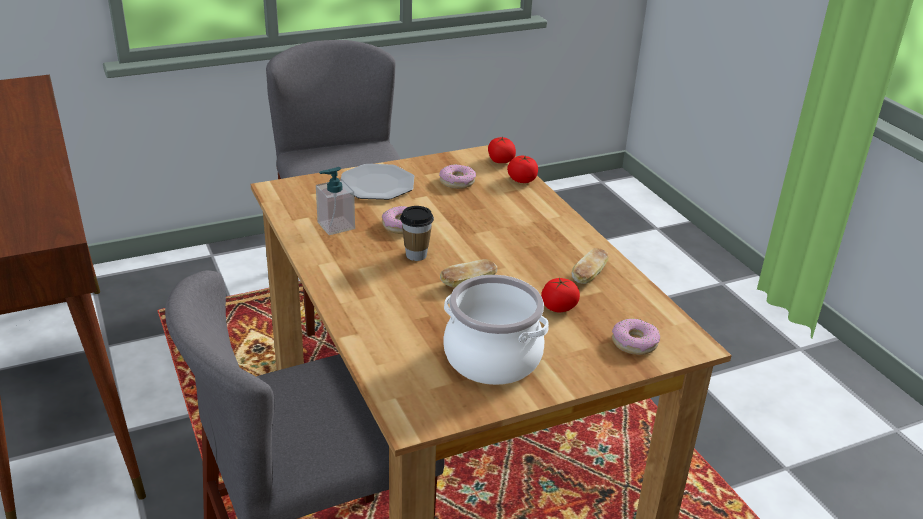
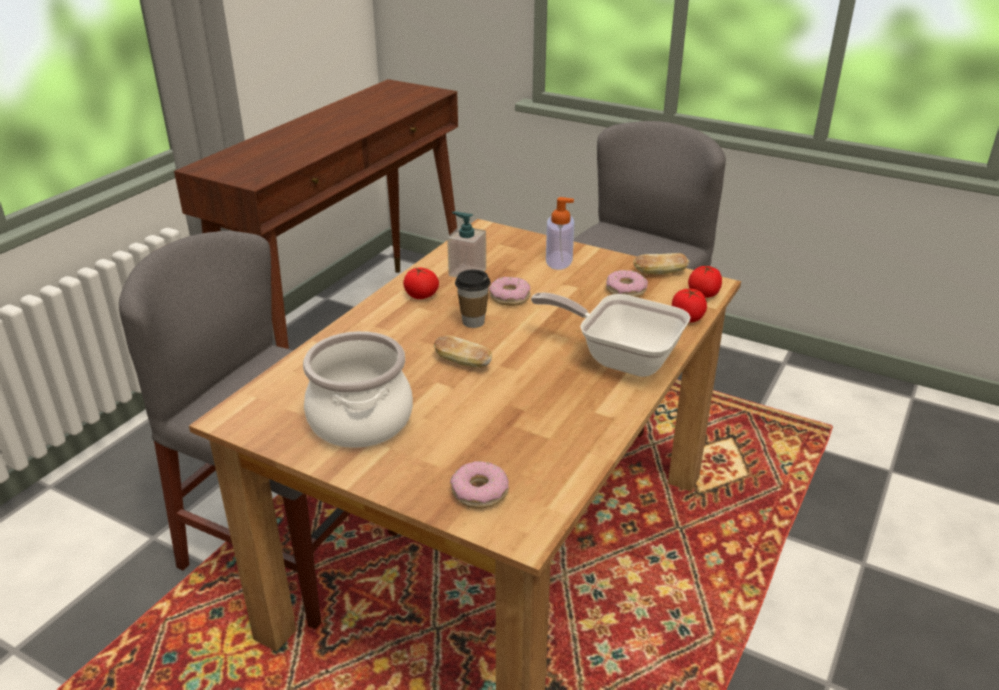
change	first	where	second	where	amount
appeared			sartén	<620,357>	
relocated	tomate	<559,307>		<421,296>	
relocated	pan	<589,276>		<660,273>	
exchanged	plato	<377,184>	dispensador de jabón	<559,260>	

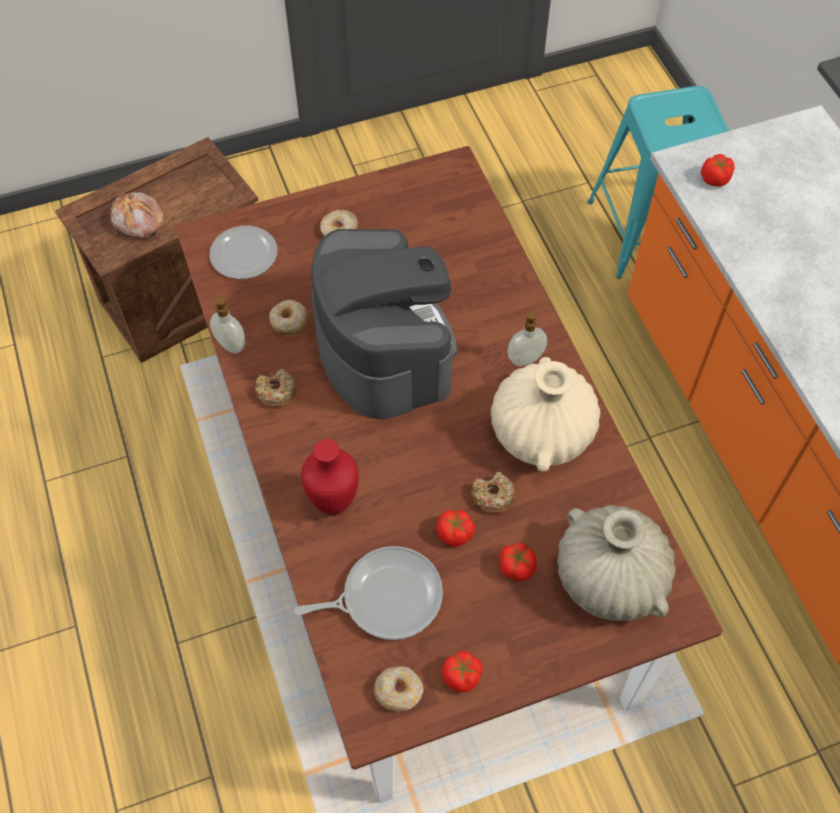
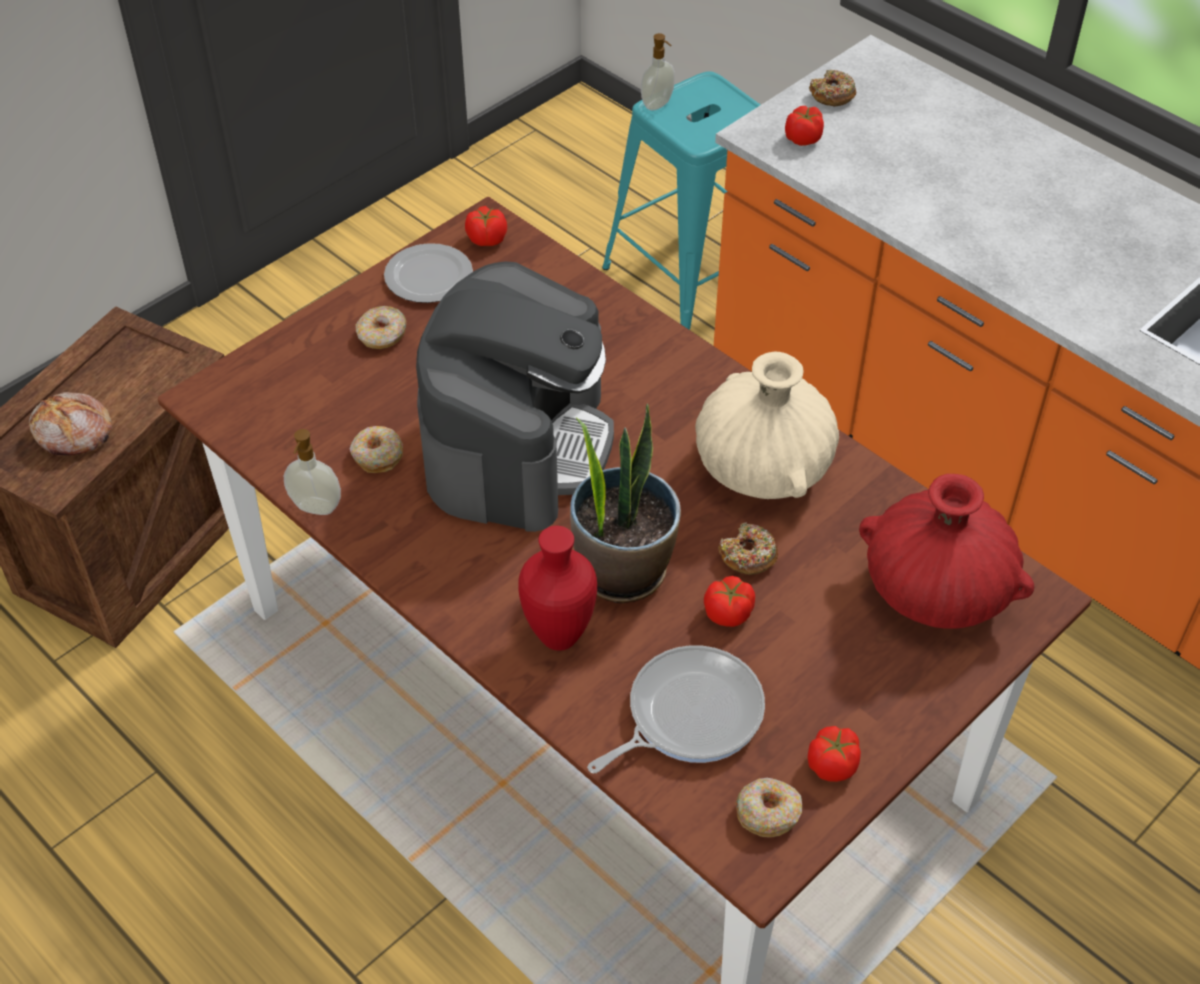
change	first	where	second	where	amount
appeared			planta en maceta	<622,570>	
relocated	plato	<242,254>		<427,277>	
relocated	rosquilla	<276,392>		<832,95>	
relocated	tomate	<516,567>		<486,239>	
relocated	dispensador de jabón	<526,360>		<658,104>	
colour	florero [beis]	<609,579>	florero [rojo]	<936,592>	
spun	cafetera	<384,348>		<517,444>	60 degrees clockwise

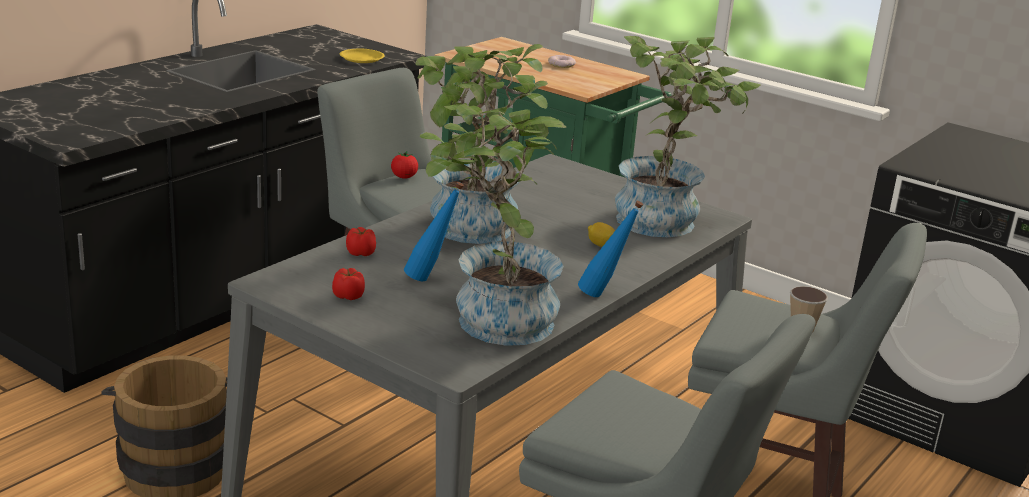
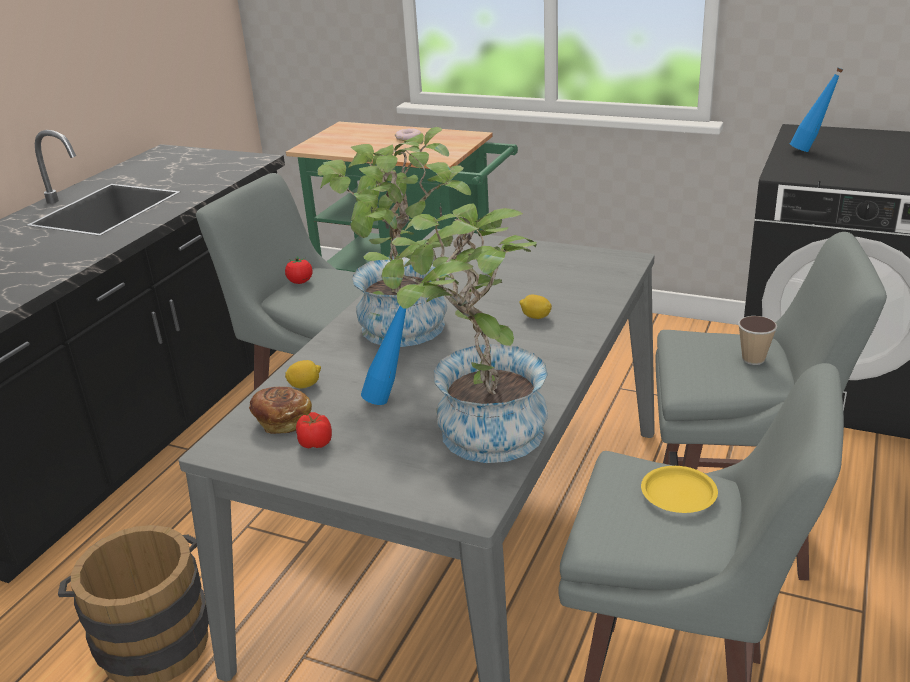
change	first	where	second	where	amount
missing	planta en maceta	<666,220>			
appeared			pan	<282,421>	
relocated	plato [amarillo]	<361,59>		<678,494>	
relocated	botella [azul]	<604,295>		<810,150>	
exchanged	tomate	<360,253>	limón	<305,385>	

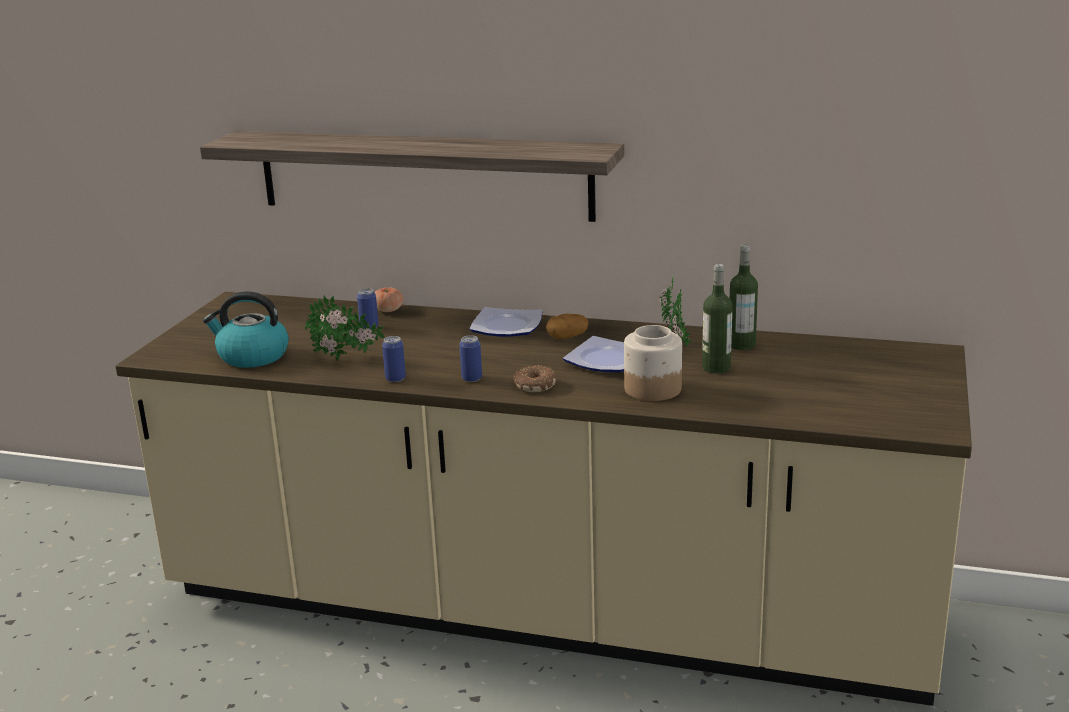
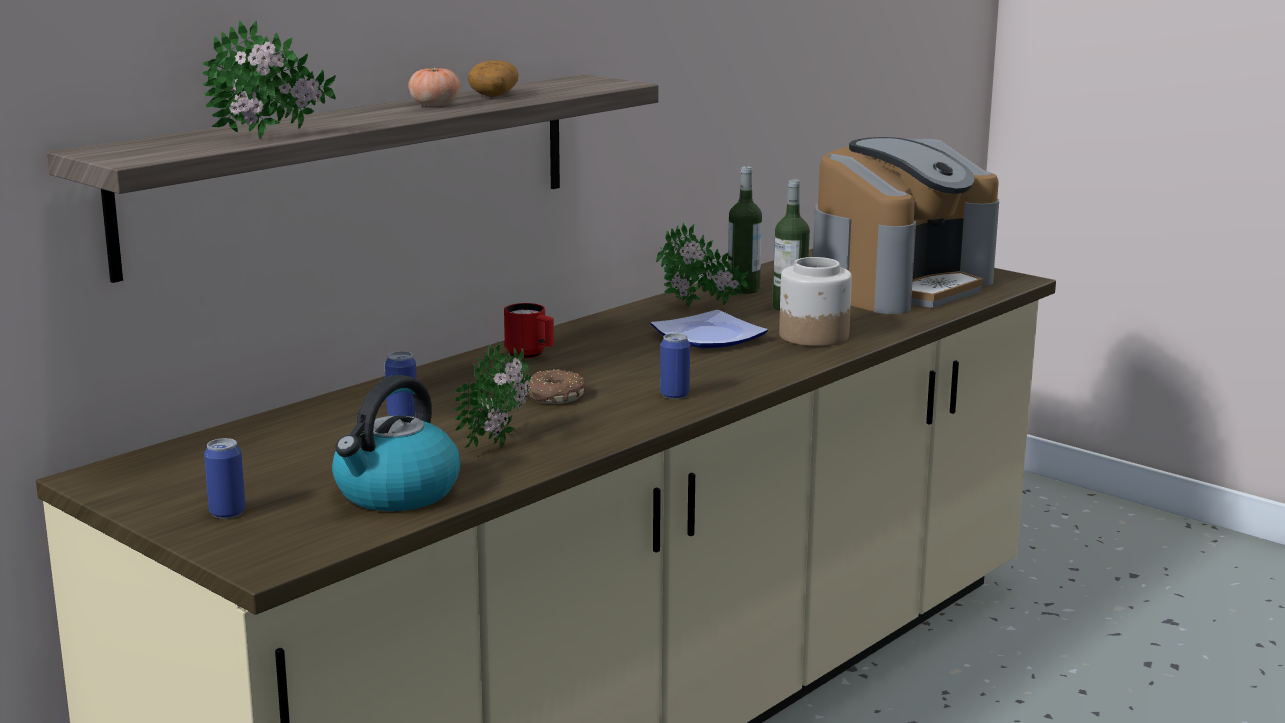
change	first	where	second	where	amount
appeared			planta en maceta	<273,136>	
appeared			cafetera	<899,286>	
relocated	tomate	<388,310>		<435,105>	
relocated	lata	<395,378>		<227,513>	
relocated	rosquilla	<534,385>		<554,397>	
relocated	patata	<567,336>		<493,95>	
exchanged	plato	<508,326>	taza grande [rojo]	<530,355>	

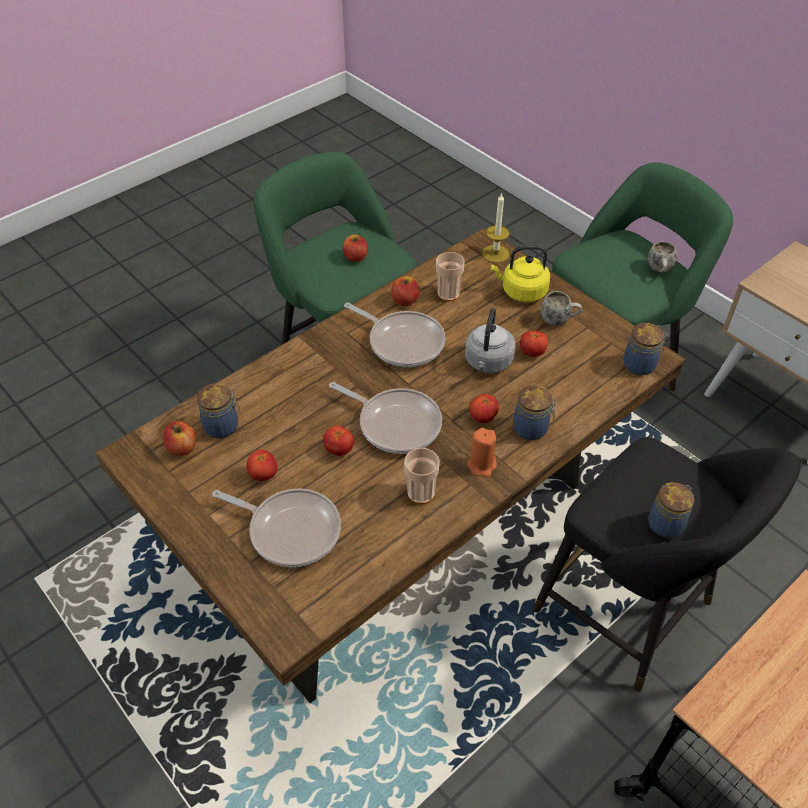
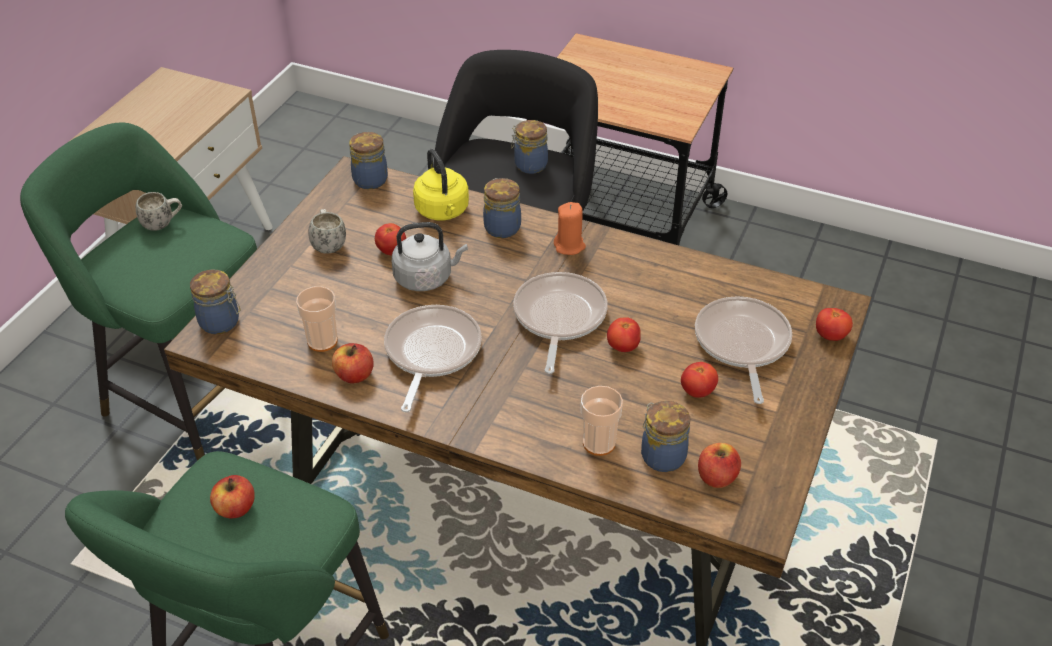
change	first	where	second	where	amount
relocated	taza	<421,493>		<599,443>	
relocated	tomate	<482,417>		<830,336>	
relocated	hervidor [amarillo]	<521,292>		<443,211>	
exchanged	vela	<495,254>	tarro	<221,322>	

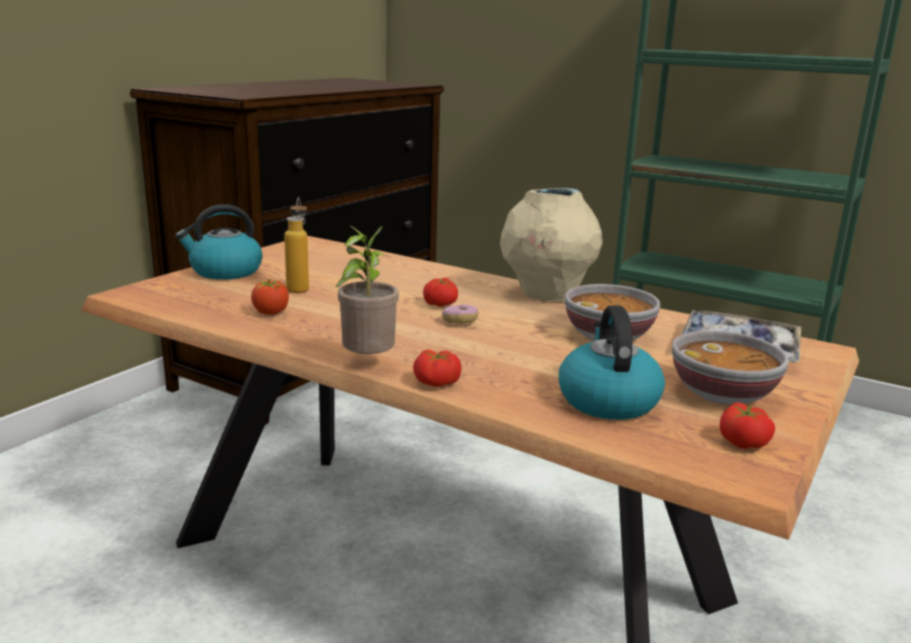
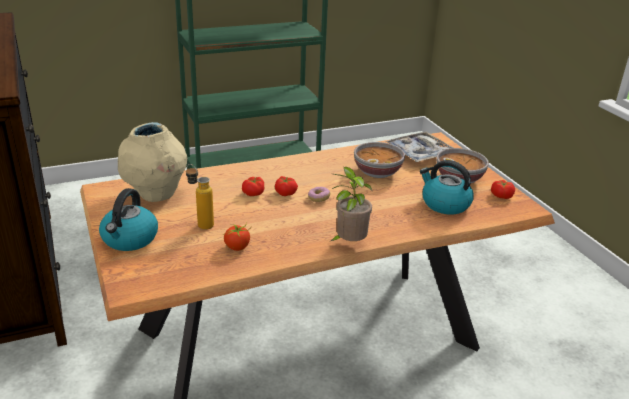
change	first	where	second	where	amount
relocated	tomate	<436,383>		<254,193>	
relocated	florero [beis]	<546,295>		<156,195>	

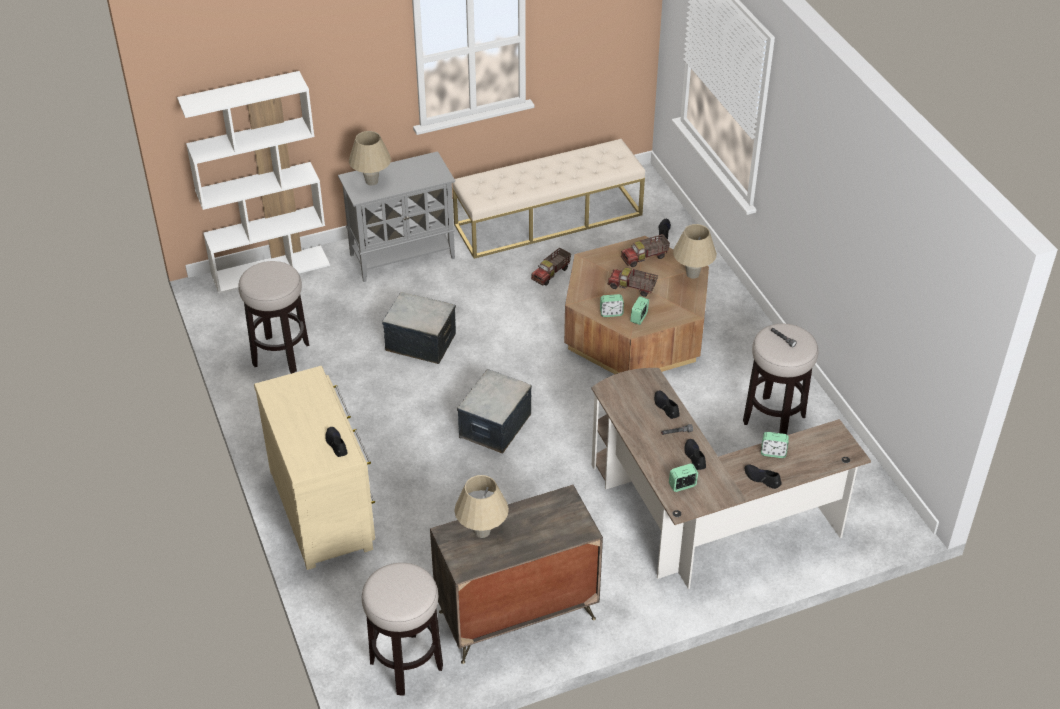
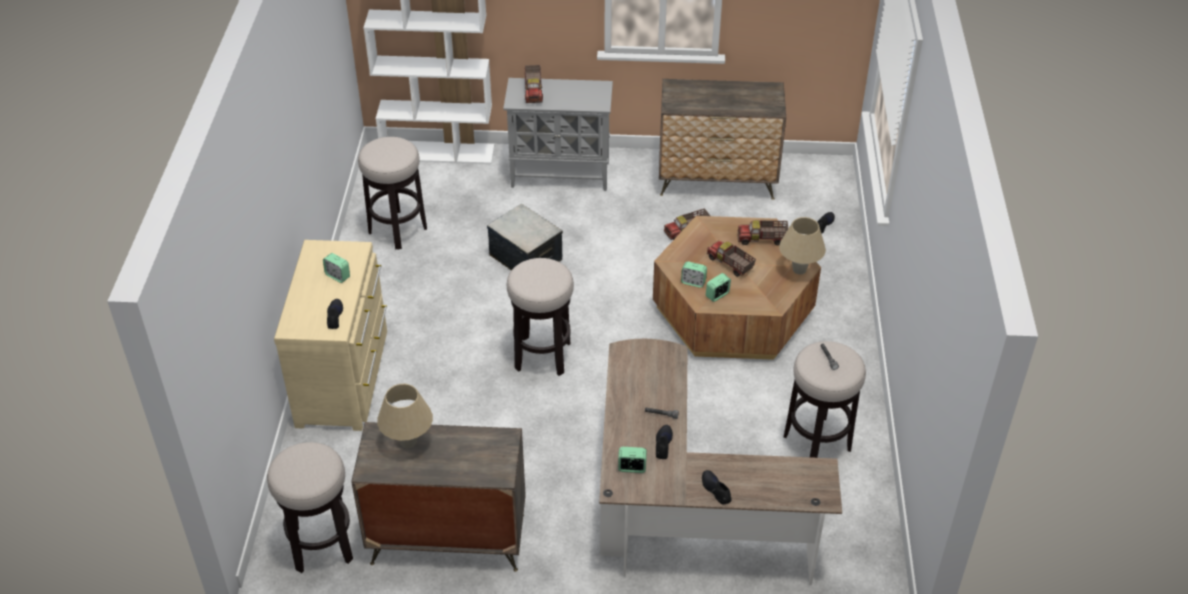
change	first	where	second	where	amount
missing	zapato [negro]	<666,407>			
relocated	despertador	<773,452>		<338,276>	
exchanged	lámpara de mesa [beis]	<372,181>	camión de juguete	<534,92>	
exchanged	banco [beis]	<548,219>	cómoda	<718,180>	
exchanged	caja de almacenaje	<494,425>	taburete	<542,356>	

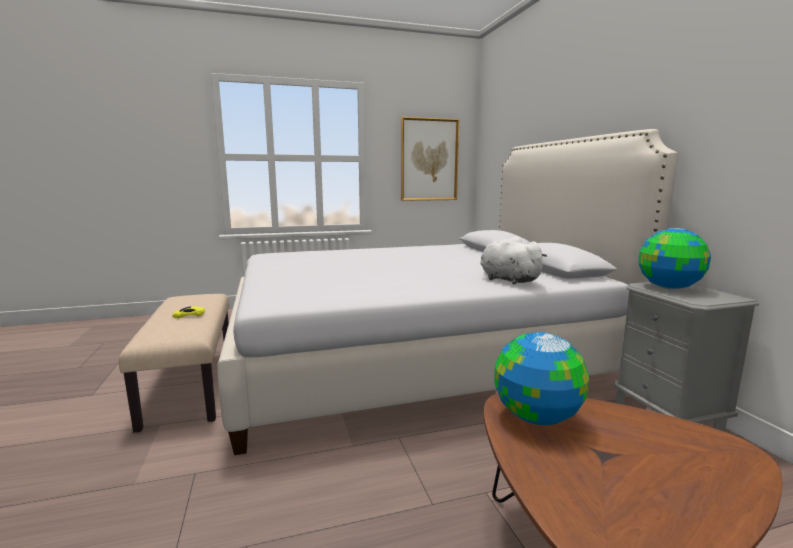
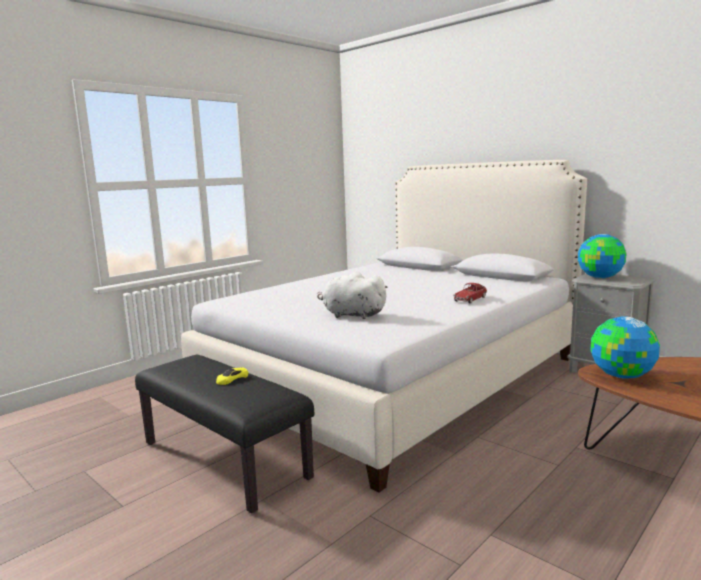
change	first	where	second	where	amount
missing	cuadro	<429,160>			
appeared			coche de juguete	<470,299>	
relocated	peluche [blanco]	<507,280>		<351,315>	
colour	banco [beis]	<192,384>	banco [negro]	<225,459>	

